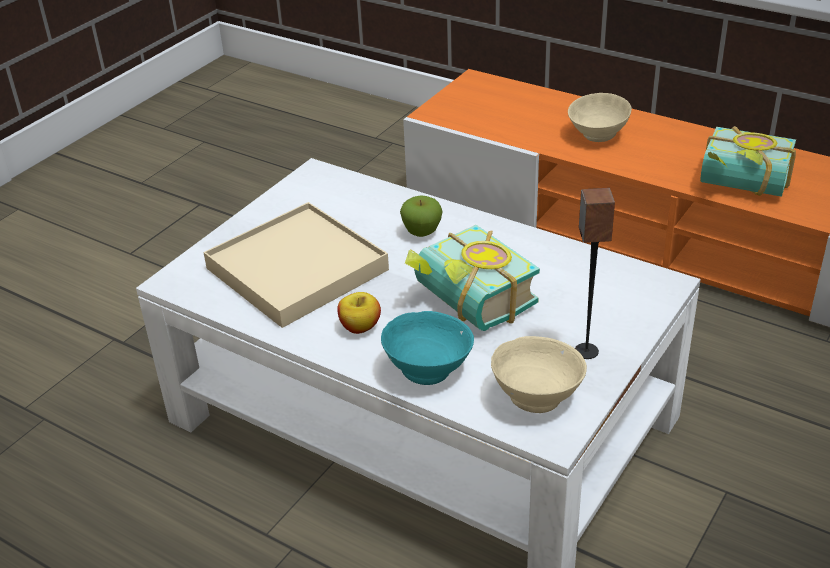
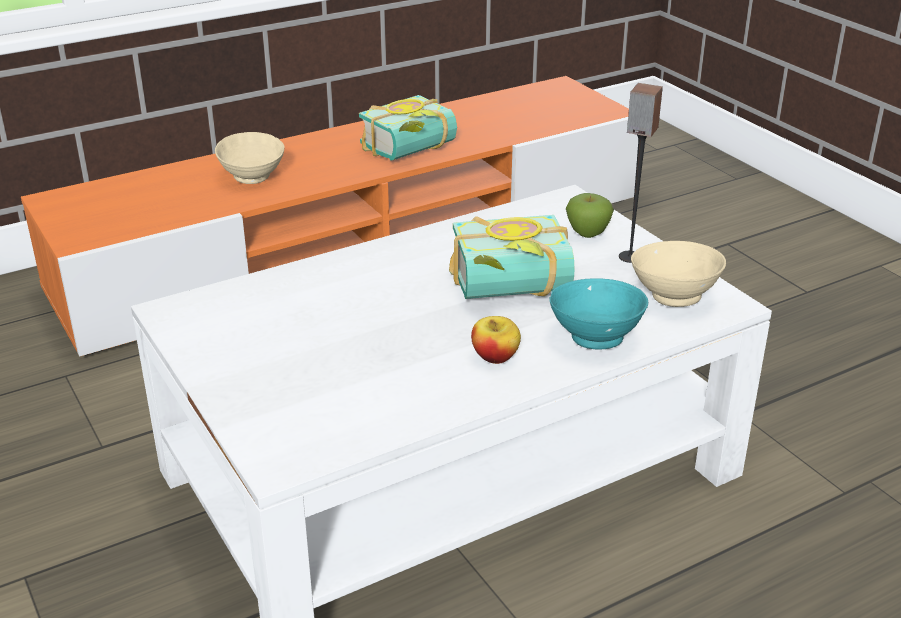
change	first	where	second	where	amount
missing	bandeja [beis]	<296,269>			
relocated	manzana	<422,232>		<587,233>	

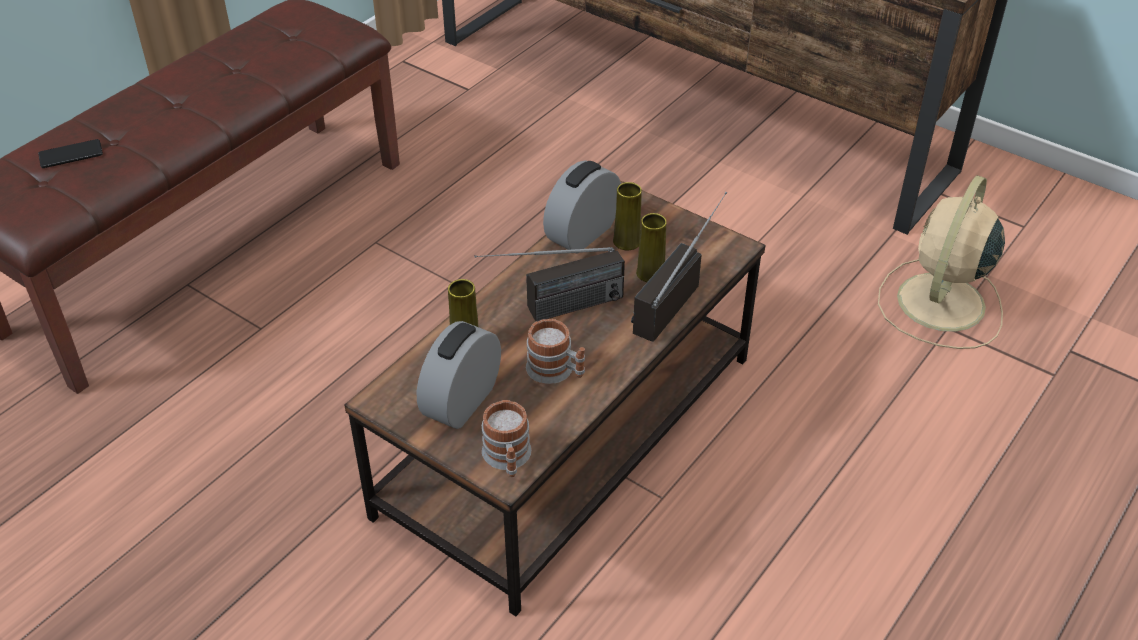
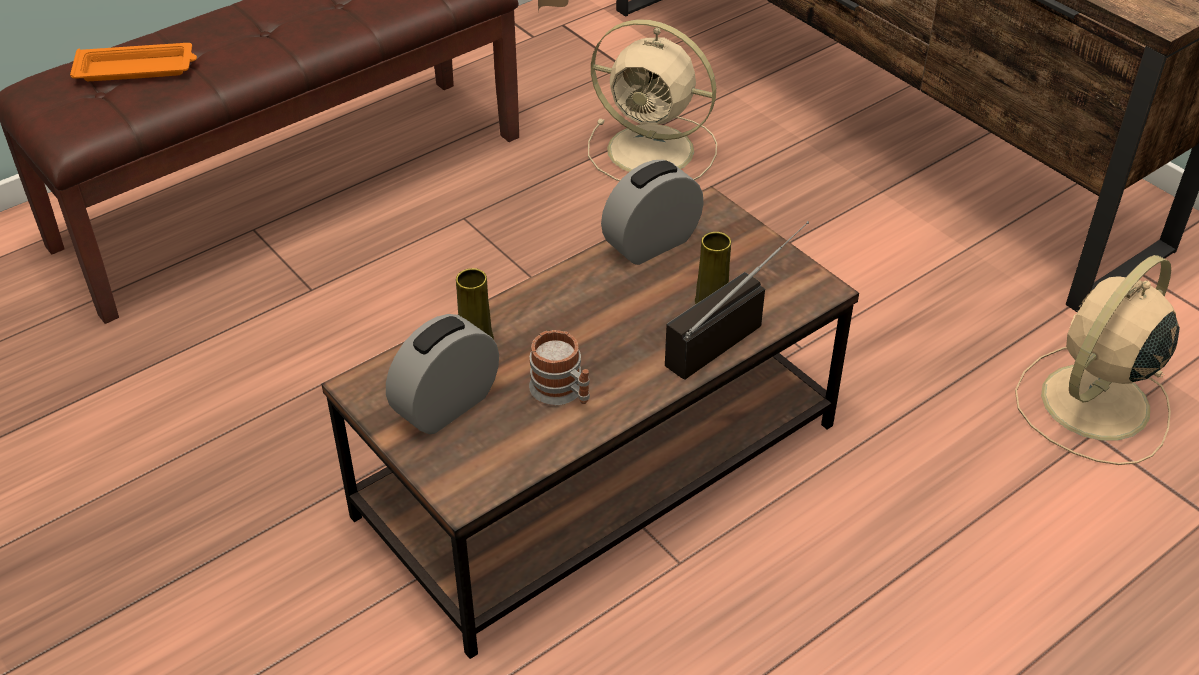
change	first	where	second	where	amount
missing	radio	<552,311>			
missing	taza grande	<508,458>			
missing	florero [amarillo]	<627,241>			
appeared			ventilador [beis]	<654,151>	
exchanged	móvil	<71,155>	bandeja [naranja]	<137,69>	

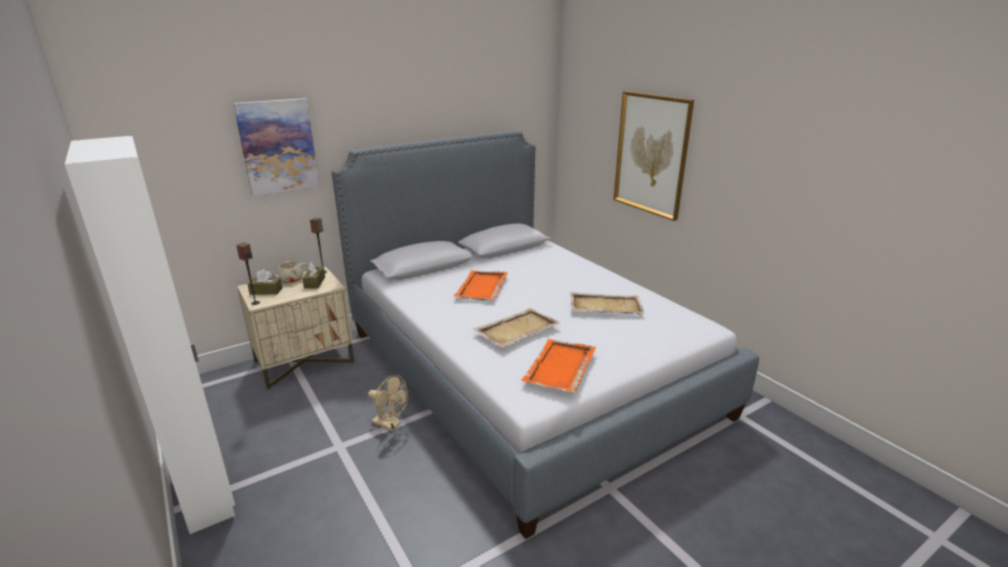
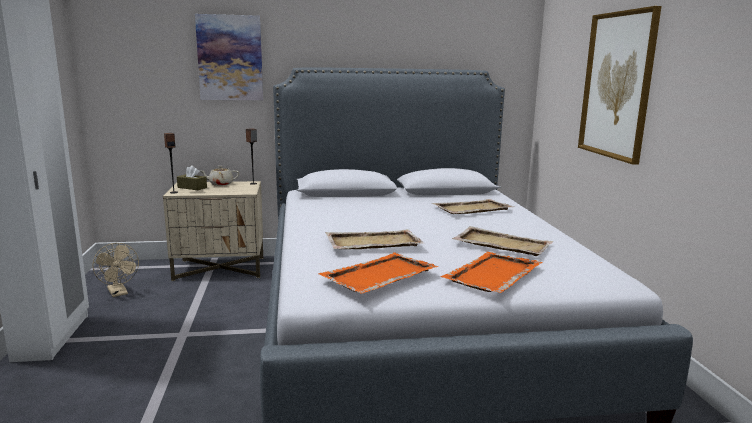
change	first	where	second	where	amount
missing	caja de pañuelos [marrón]	<314,282>			
appeared			bandeja [beis]	<471,209>	
relocated	ventilador [beis]	<390,424>		<119,293>	
relocated	bandeja [naranja]	<481,287>		<492,275>	

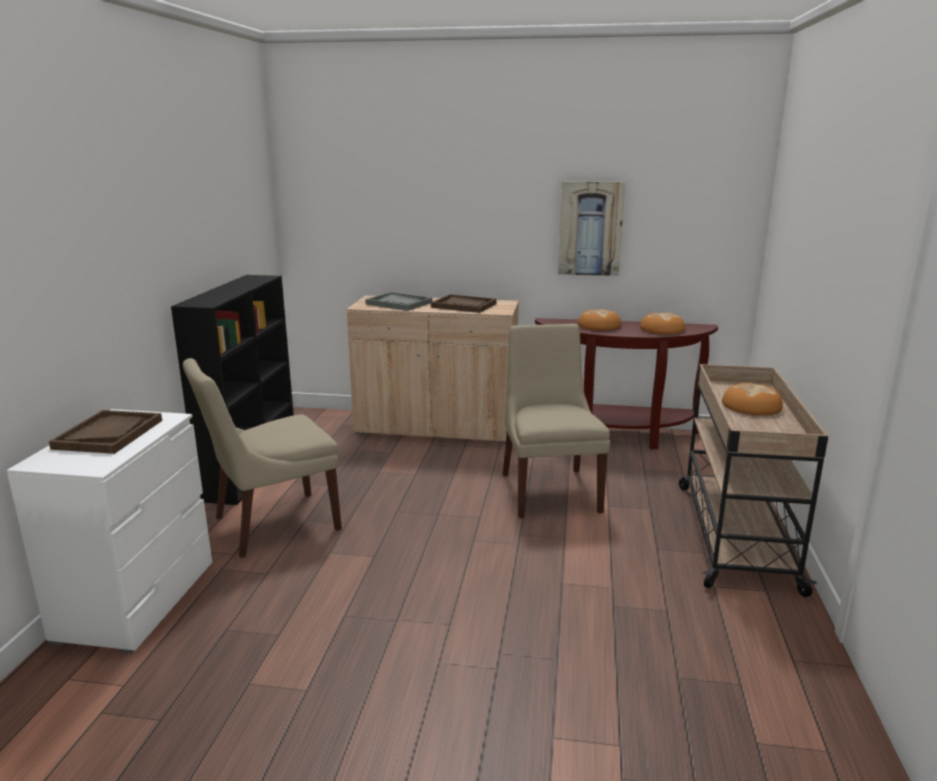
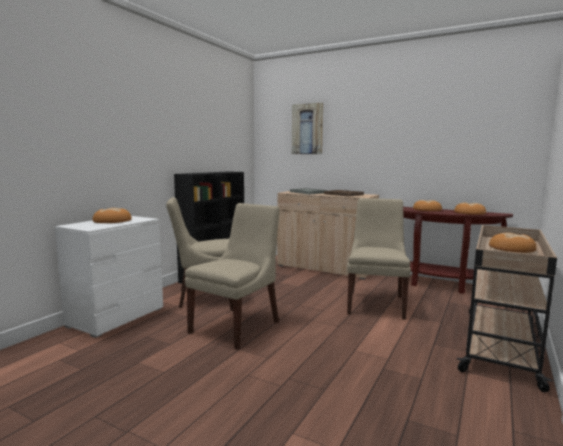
change	first	where	second	where	amount
appeared			silla [beis]	<237,326>	
relocated	cuadro	<590,228>		<307,129>	
exchanged	bandeja [marrón]	<109,434>	pan	<112,221>	

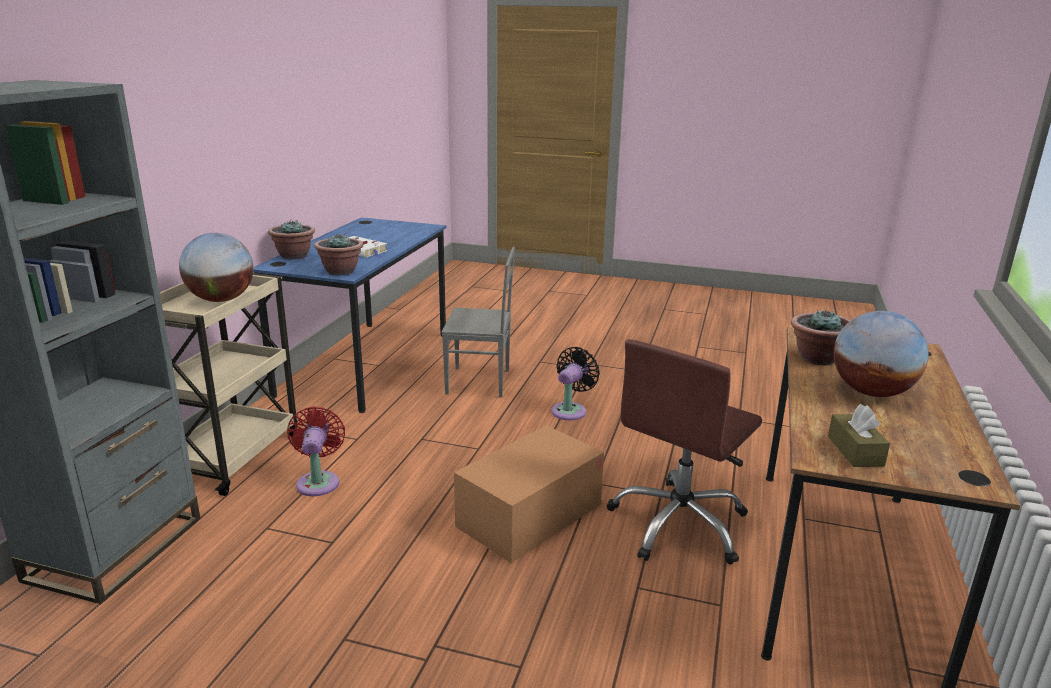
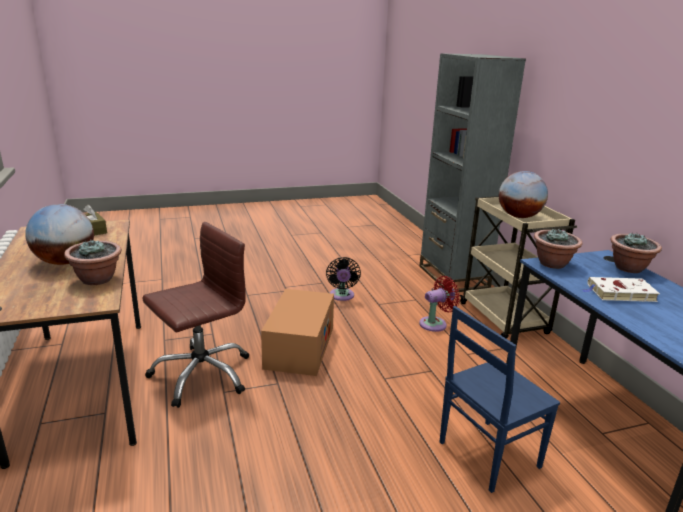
change	first	where	second	where	amount
relocated	ventilador [negro]	<570,410>		<341,296>	
colour	silla [gris]	<479,382>	silla [azul]	<486,454>	
spun	ventilador [rojo]	<318,481>		<435,324>	75 degrees counterclockwise
spun	silla de oficina [marrón]	<679,524>		<201,374>	45 degrees clockwise

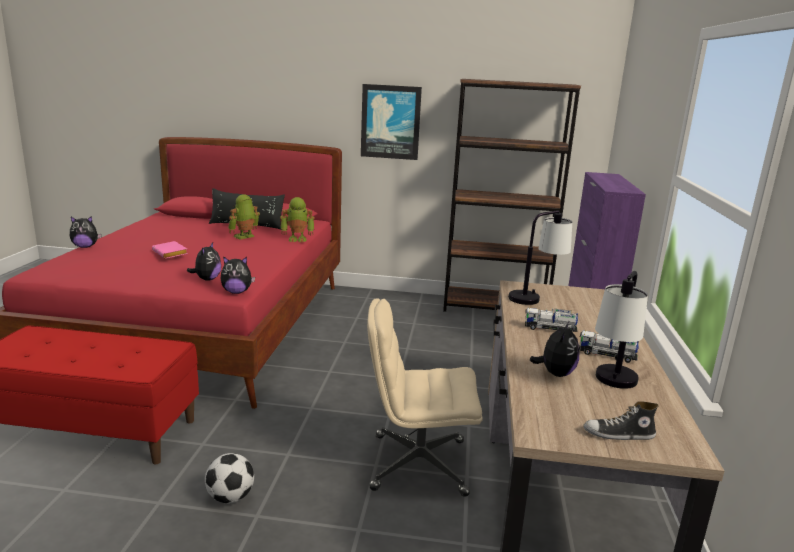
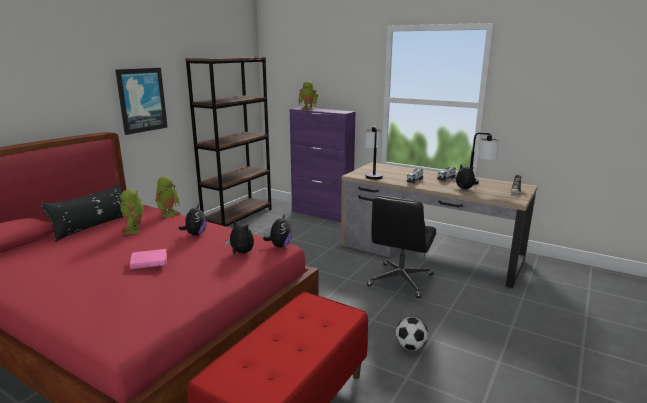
change	first	where	second	where	amount
appeared			robot de juguete	<308,109>	
relocated	peluche	<85,247>		<195,234>	
colour	silla de oficina [beis]	<417,464>	silla de oficina [negro]	<400,281>	

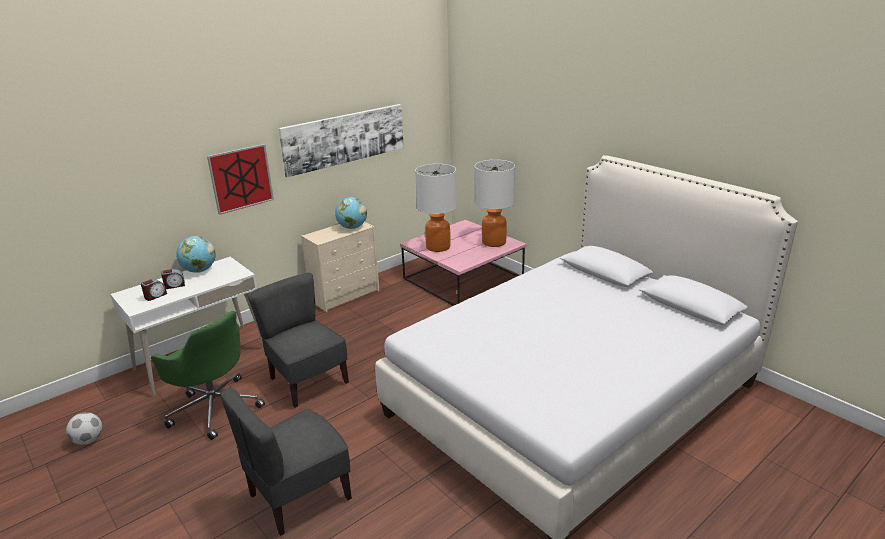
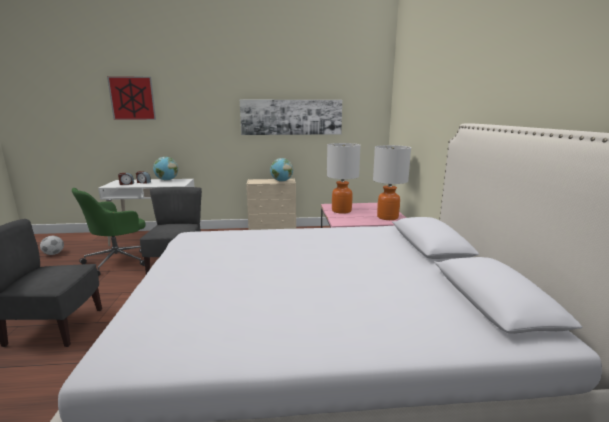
change	first	where	second	where	amount
relocated	cuadro	<241,178>		<132,98>	
spun	silla de oficina [verde]	<214,407>		<118,261>	60 degrees clockwise

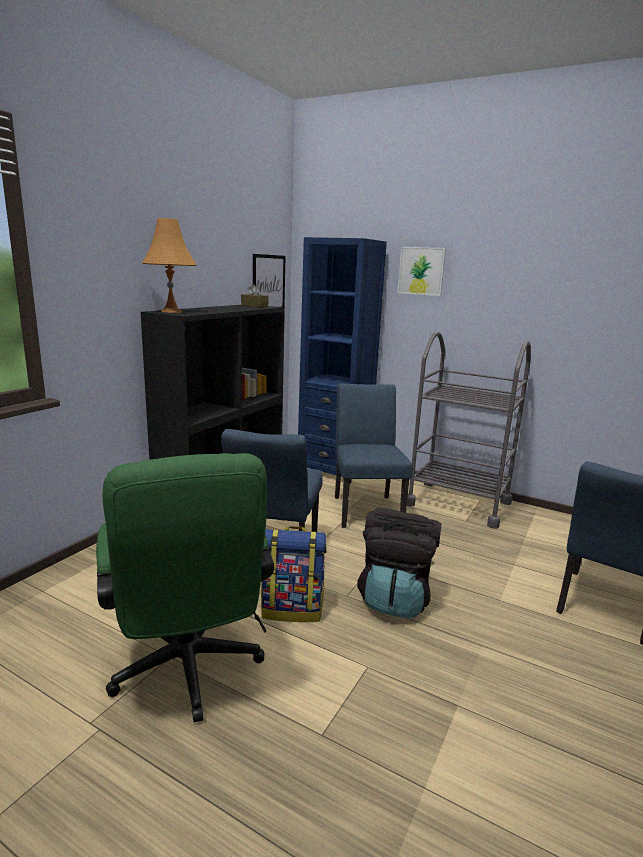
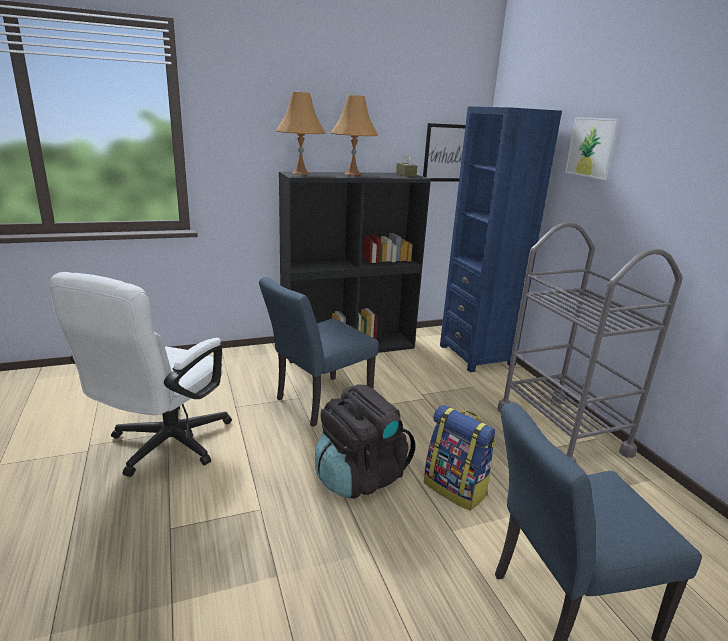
change	first	where	second	where	amount
missing	silla [azul]	<366,508>			
appeared			lámpara de mesa [naranja]	<352,174>	
relocated	mochila	<293,609>		<456,488>	
colour	silla de oficina [verde]	<188,672>	silla de oficina [blanco]	<162,447>	

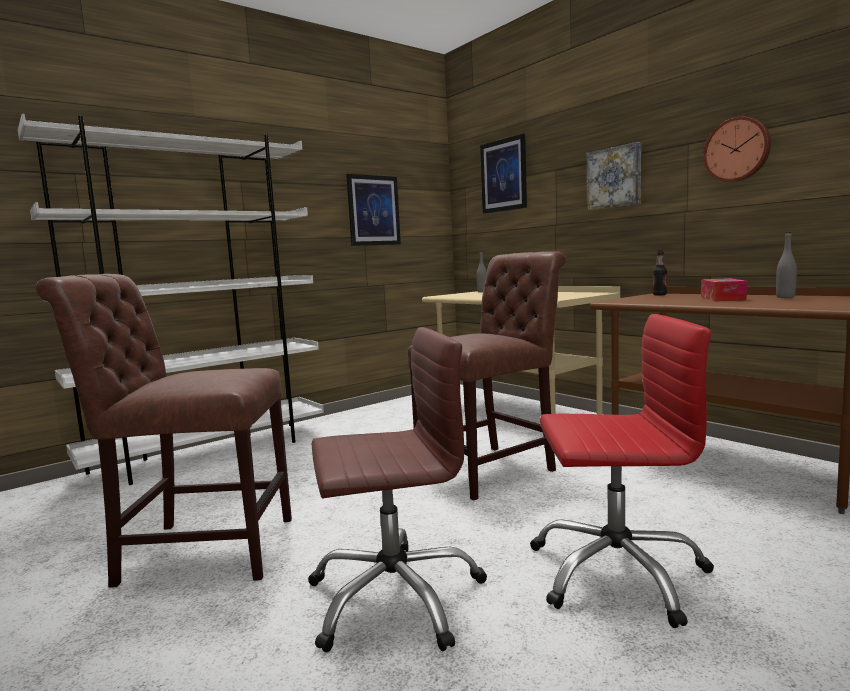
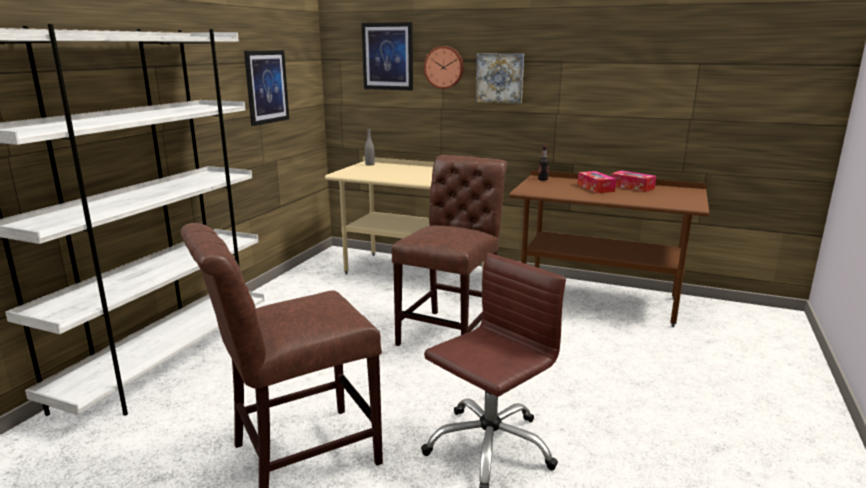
change	first	where	second	where	amount
missing	silla de oficina [rojo]	<616,572>			
relocated	reloj de pared	<737,150>		<444,67>	
exchanged	botella [gris]	<785,297>	caja de pañuelos	<632,187>	

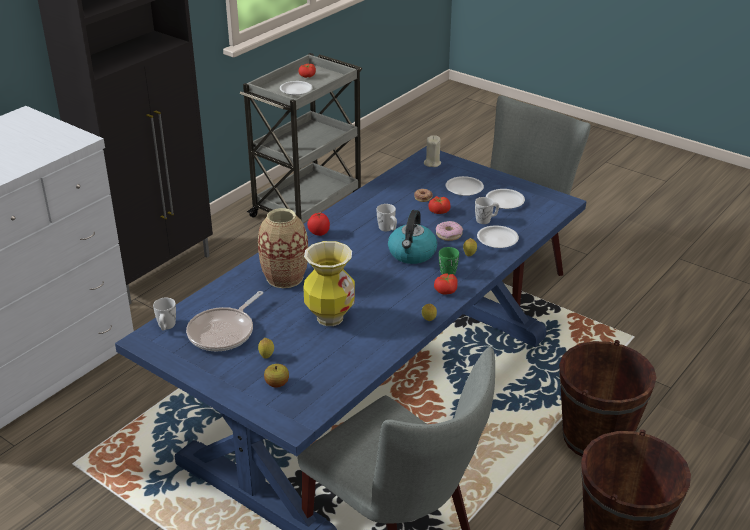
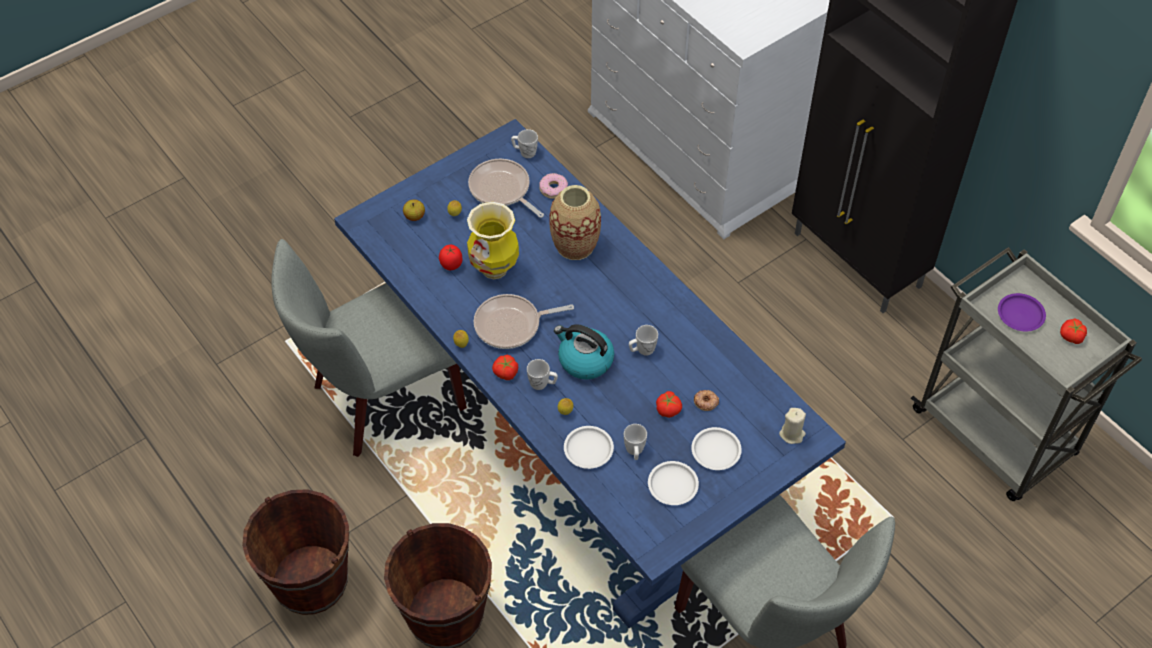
change	first	where	second	where	amount
appeared			sartén	<511,325>	
relocated	tomate	<318,233>		<451,264>	
relocated	rosquilla	<449,235>		<553,189>	
colour	plato [blanco]	<296,90>	plato [morado]	<1021,315>	
colour	taza grande [verde]	<447,270>	taza grande [blanco]	<542,384>	

